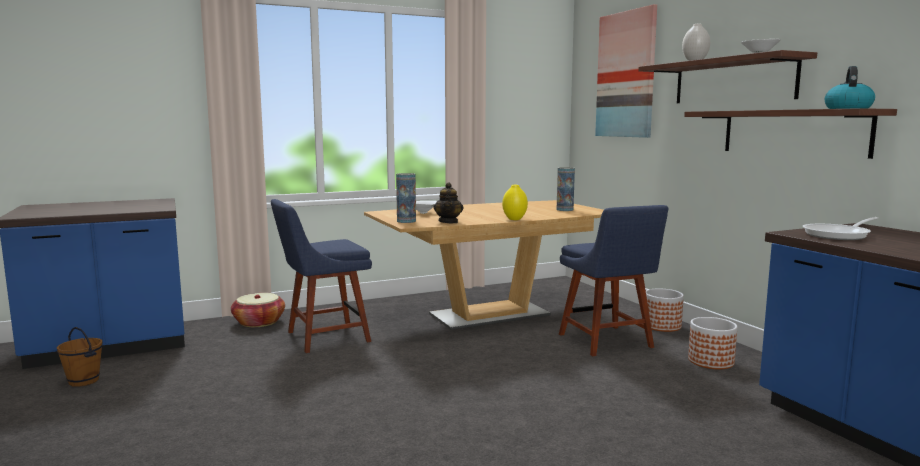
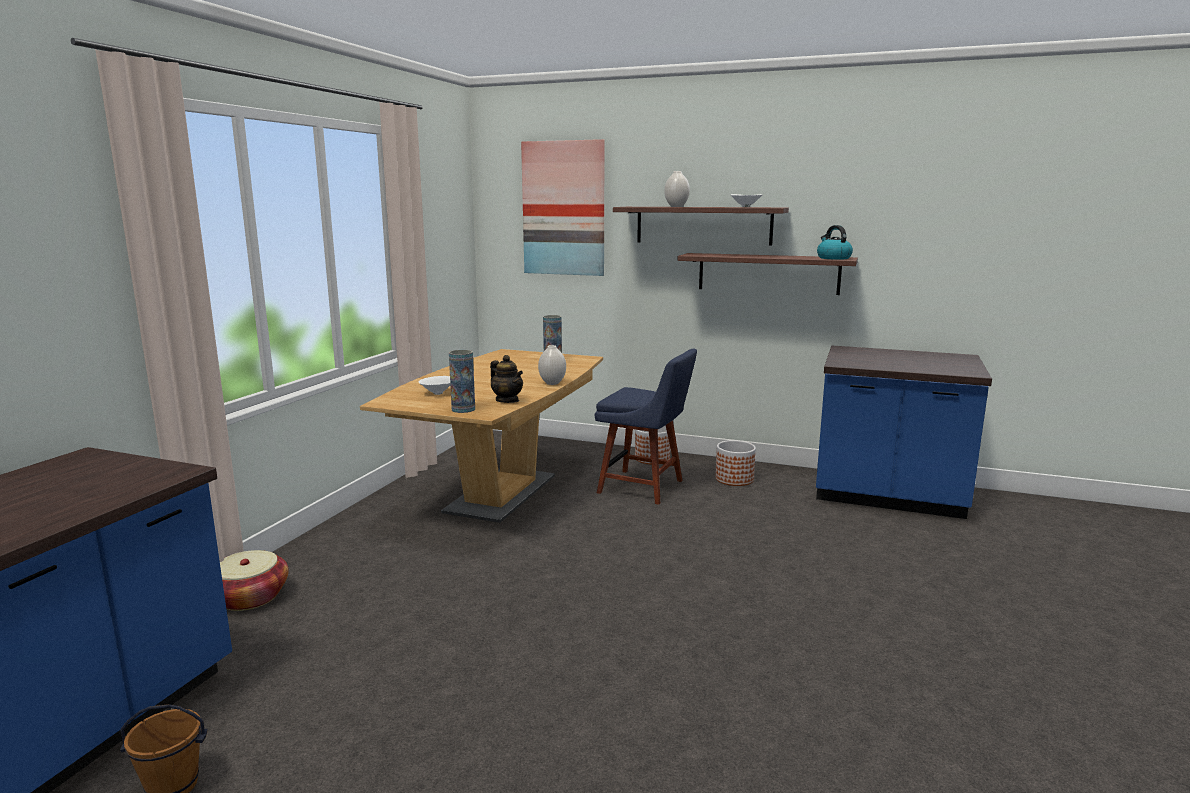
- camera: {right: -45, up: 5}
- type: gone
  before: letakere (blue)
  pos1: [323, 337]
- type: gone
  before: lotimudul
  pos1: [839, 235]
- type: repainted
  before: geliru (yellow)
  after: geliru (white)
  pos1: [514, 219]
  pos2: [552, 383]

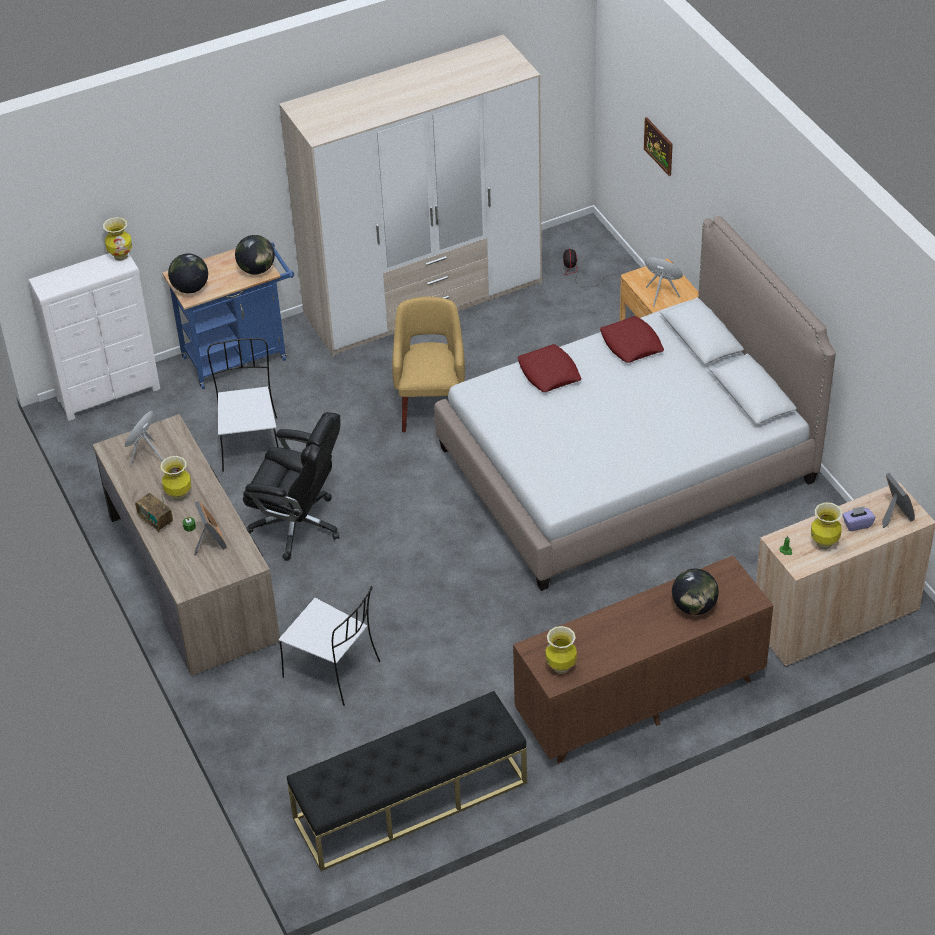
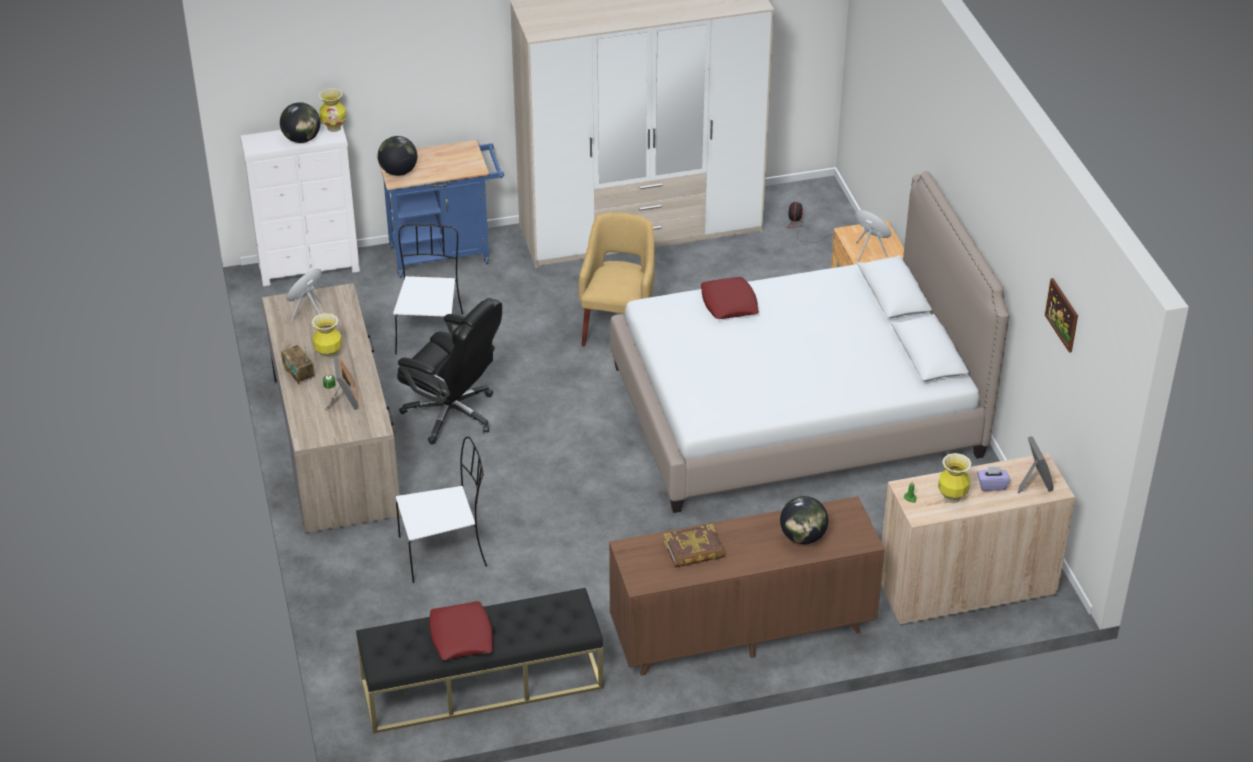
- camera: {right: 10, up: -5}
- type: gone
  before: geliru
  pos1: [561, 667]
- type: new
  after: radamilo
  pos2: [694, 550]
- type: shifted
  before: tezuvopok
  pos1: [256, 270]
  pos2: [302, 139]
- type: shifted
  before: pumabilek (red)
  pos1: [631, 344]
  pos2: [461, 636]
- type: shifted
  before: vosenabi
  pos1: [658, 146]
  pos2: [1062, 315]
- type: rotated
  before: letakere (white)
  pos1: [334, 670]
  pos2: [445, 551]
  turn: -60

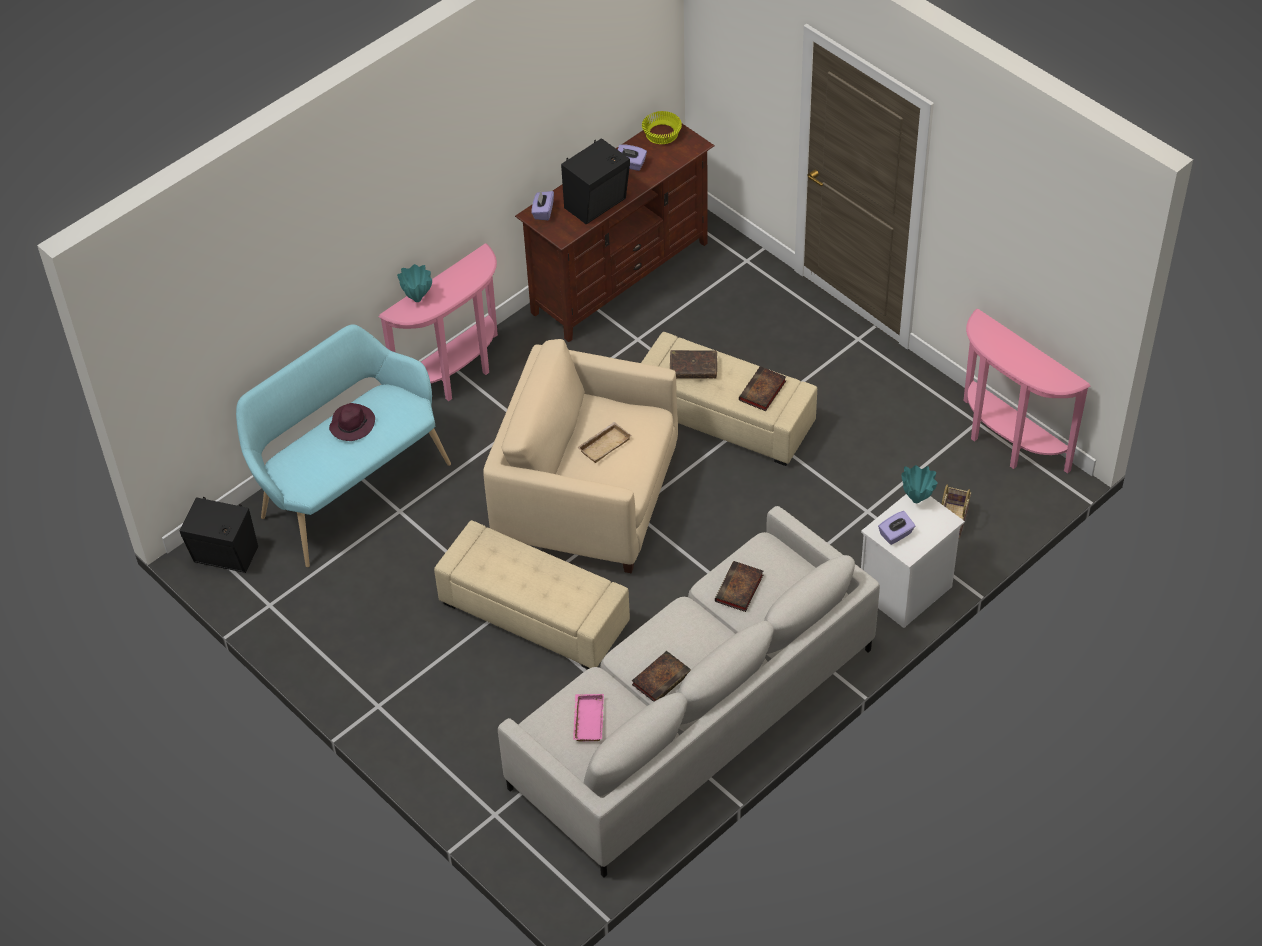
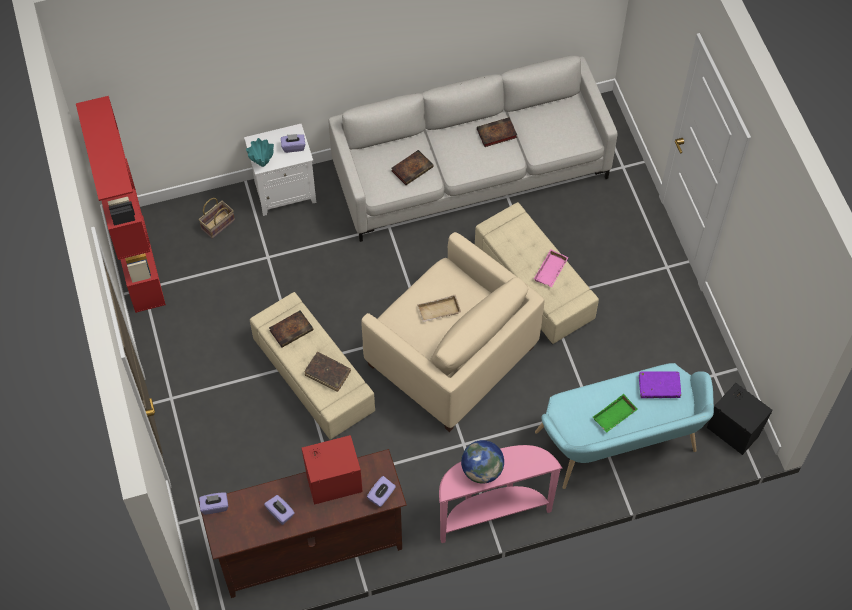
- camera: {right: -155, up: 10}
- type: gone
  before: geliru (turquoise)
  pos1: [418, 298]
- type: gone
  before: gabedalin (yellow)
  pos1: [661, 134]
- type: new
  after: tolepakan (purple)
  pos2: [215, 506]
- type: new
  after: tezuvopok
  pos2: [482, 470]
- type: new
  after: radamilo (purple)
  pos2: [659, 387]
- type: shifted
  before: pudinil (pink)
  pos1: [587, 720]
  pos2: [551, 271]
- type: swapped
  before: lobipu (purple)
  after: pudinil (green)
  pos1: [352, 424]
  pos2: [614, 416]
- type: swapped
  before: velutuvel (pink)
  after: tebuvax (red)
  pos1: [1006, 443]
  pos2: [138, 263]
- type: repainted
  before: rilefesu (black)
  after: rilefesu (red)
  pos1: [598, 204]
  pos2: [333, 482]

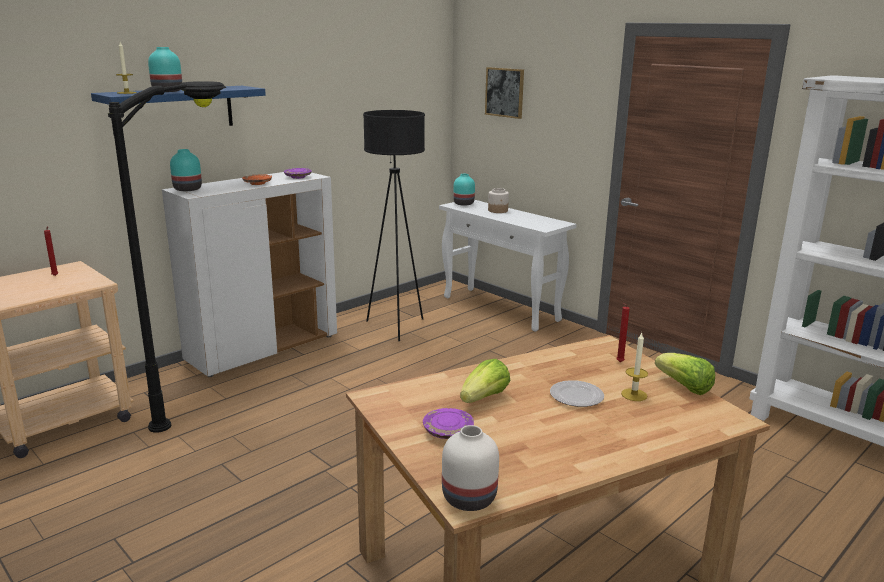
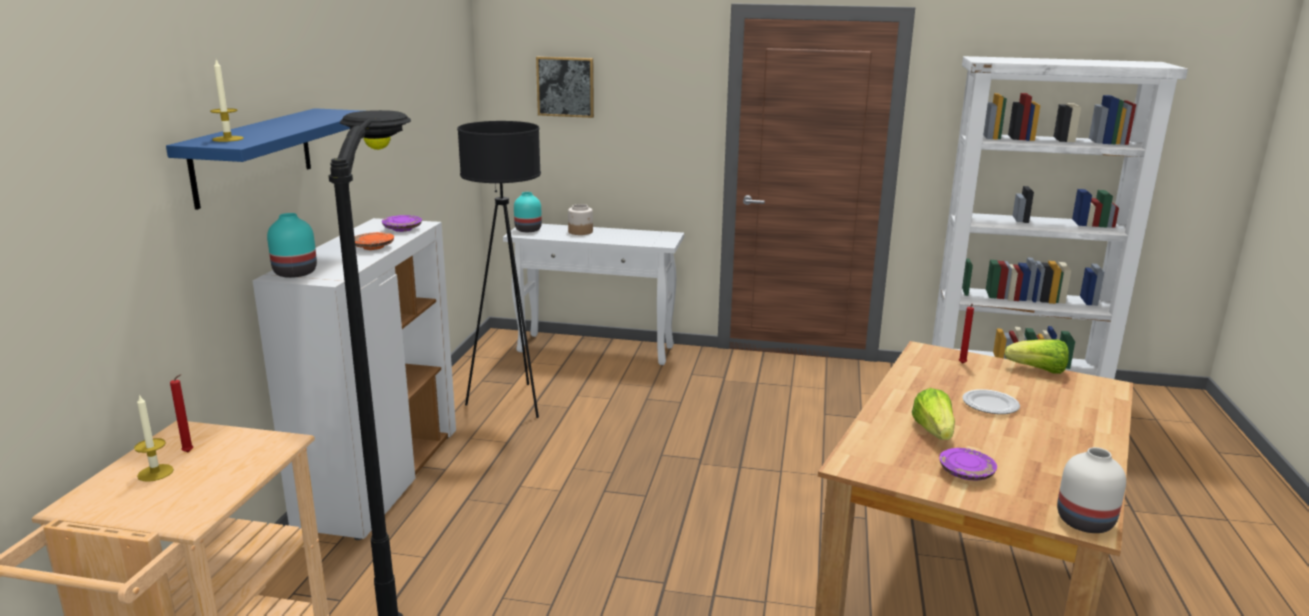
- camera: {right: -35, up: 0}
- type: gone
  before: geliru (turquoise)
  pos1: [168, 91]
- type: shifted
  before: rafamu
  pos1: [634, 395]
  pos2: [155, 473]

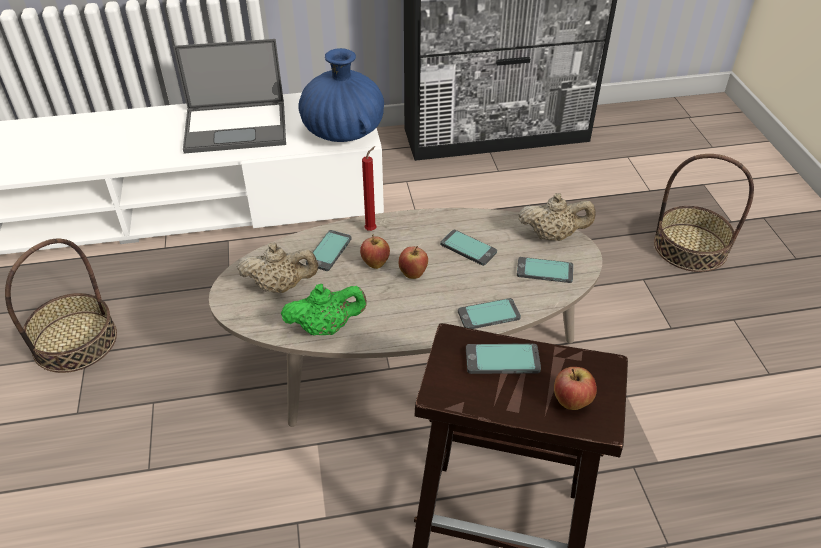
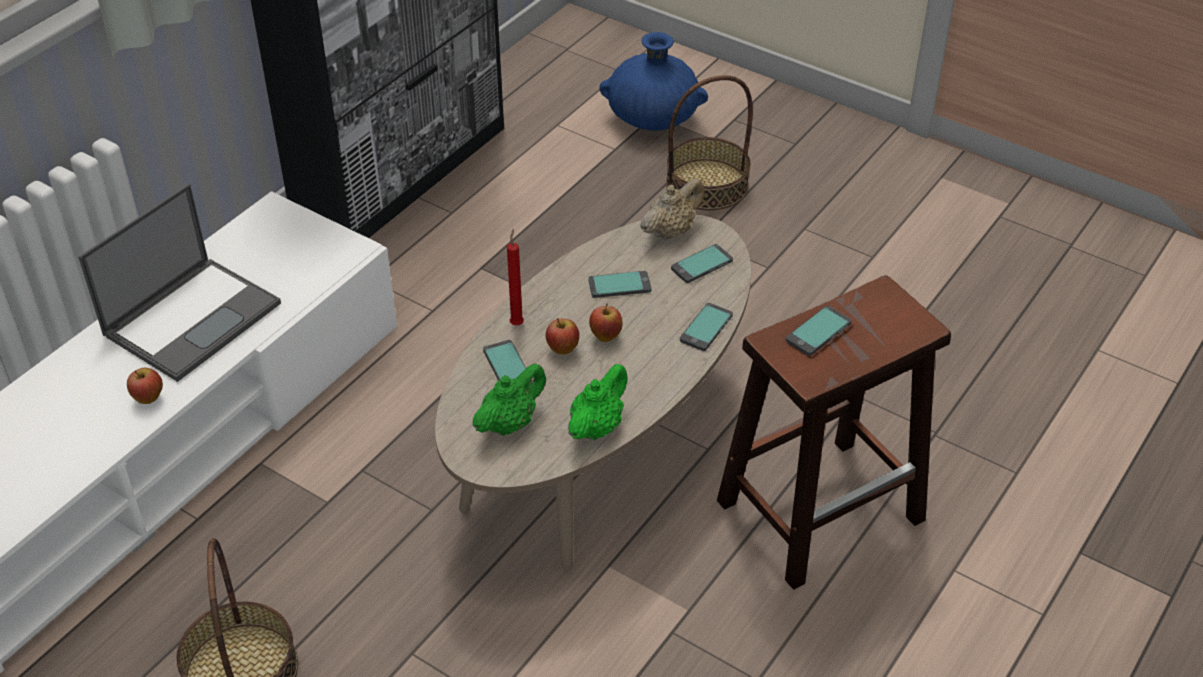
- camera: {right: -45, up: 0}
- type: shifted
  before: geliru (blue)
  pos1: [343, 131]
  pos2: [653, 118]
- type: shifted
  before: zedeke
  pos1: [571, 402]
  pos2: [148, 399]
- type: repainted
  before: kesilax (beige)
  after: kesilax (green)
  pos1: [281, 286]
  pos2: [510, 423]

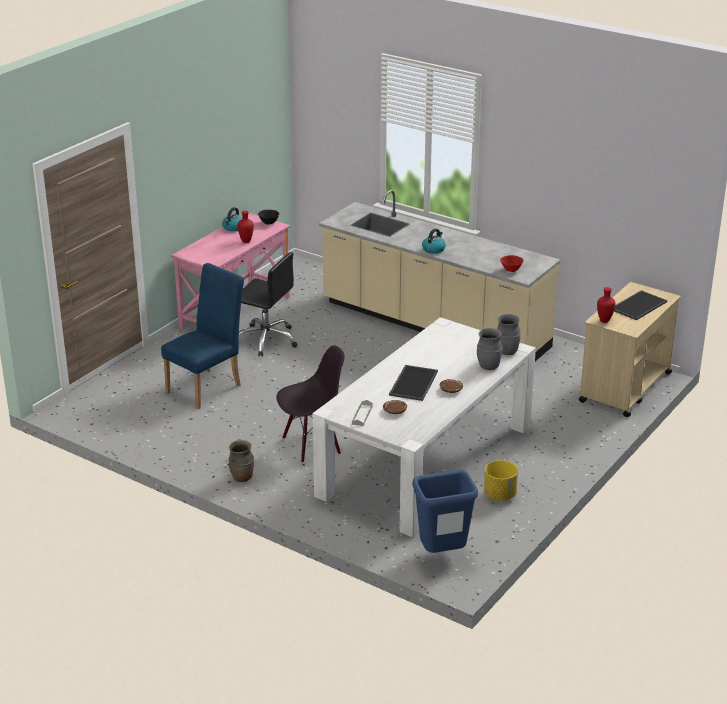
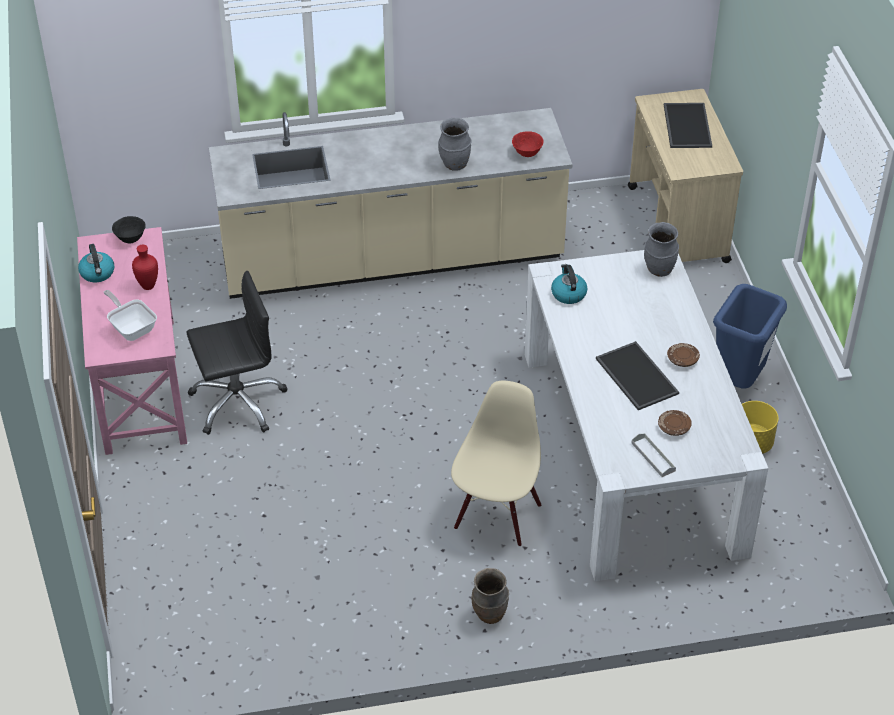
- camera: {right: -45, up: 15}
- type: gone
  before: letakere (blue)
  pos1: [208, 386]
- type: gone
  before: geliru (red)
  pos1: [604, 320]
- type: new
  after: lotimudul
  pos2: [131, 328]
- type: shifted
  before: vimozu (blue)
  pos1: [442, 554]
  pos2: [738, 383]
- type: shifted
  before: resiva
  pos1: [433, 249]
  pos2: [568, 293]
- type: shifted
  before: geliru (grey)
  pos1: [488, 366]
  pos2: [455, 164]
- type: repainted
  before: letakere (black)
  after: letakere (beige)
  pos1: [311, 445]
  pos2: [496, 515]

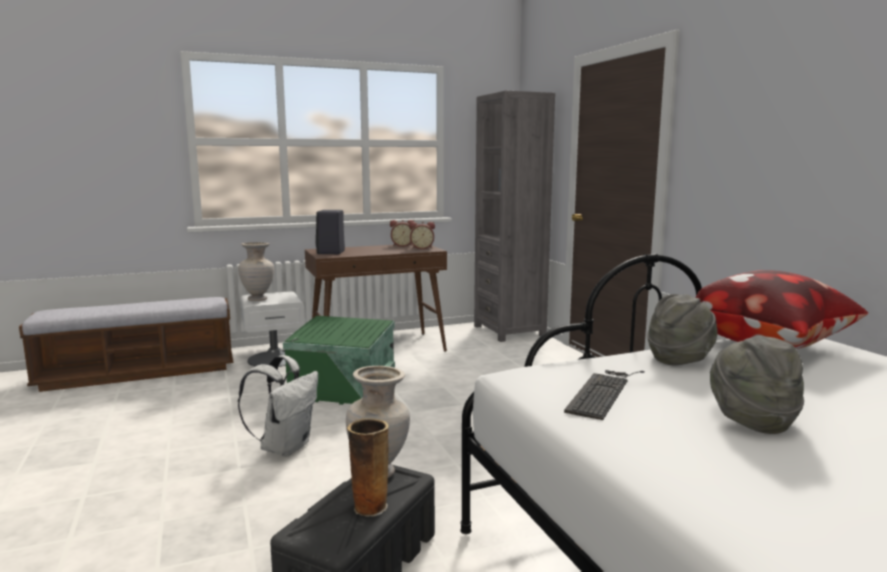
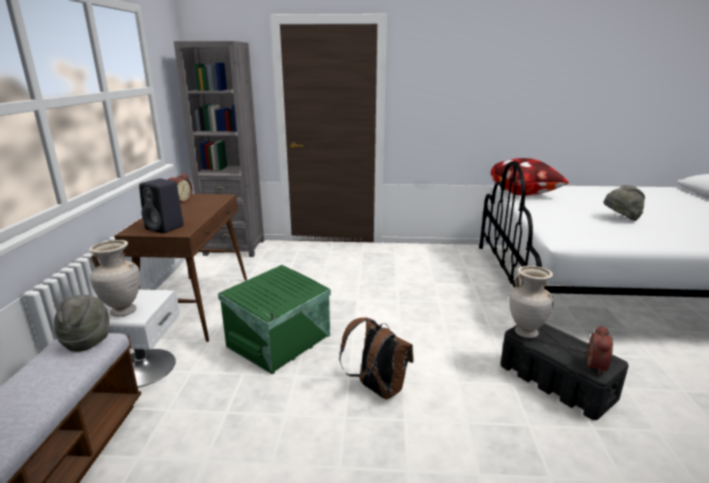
- camera: {right: -65, up: 10}
- type: gone
  before: geliru
  pos1: [369, 506]
- type: gone
  before: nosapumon
  pos1: [603, 392]
- type: shifted
  before: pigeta
  pos1: [422, 248]
  pos2: [593, 365]
- type: shifted
  before: lobipu (grey)
  pos1: [680, 359]
  pos2: [87, 340]
- type: repainted
  before: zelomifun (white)
  after: zelomifun (brown)
  pos1: [285, 447]
  pos2: [377, 389]

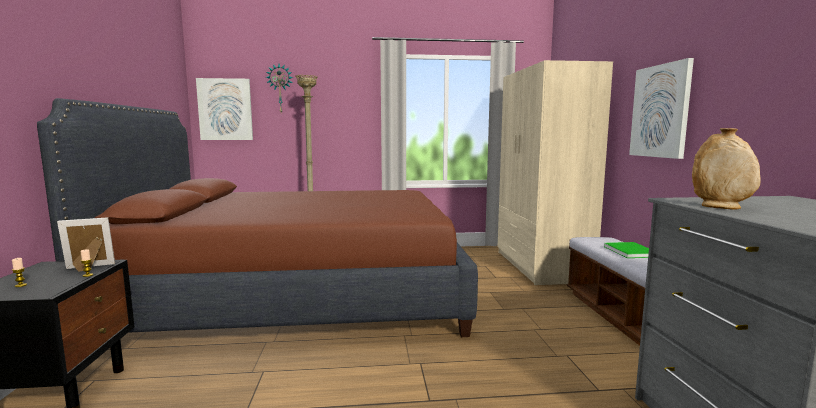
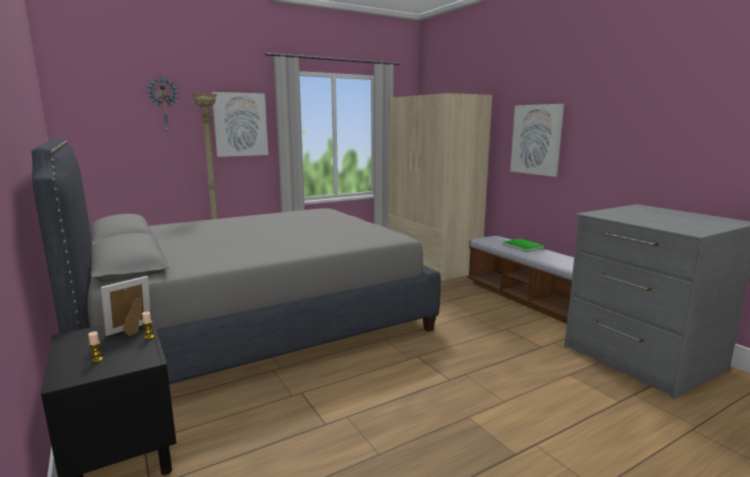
- camera: {right: -25, up: 5}
- type: gone
  before: geliru (beige)
  pos1: [720, 207]
- type: shifted
  before: vosenabi
  pos1: [225, 109]
  pos2: [240, 124]
- type: repainted
  before: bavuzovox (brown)
  after: bavuzovox (grey)
  pos1: [300, 295]
  pos2: [254, 324]

